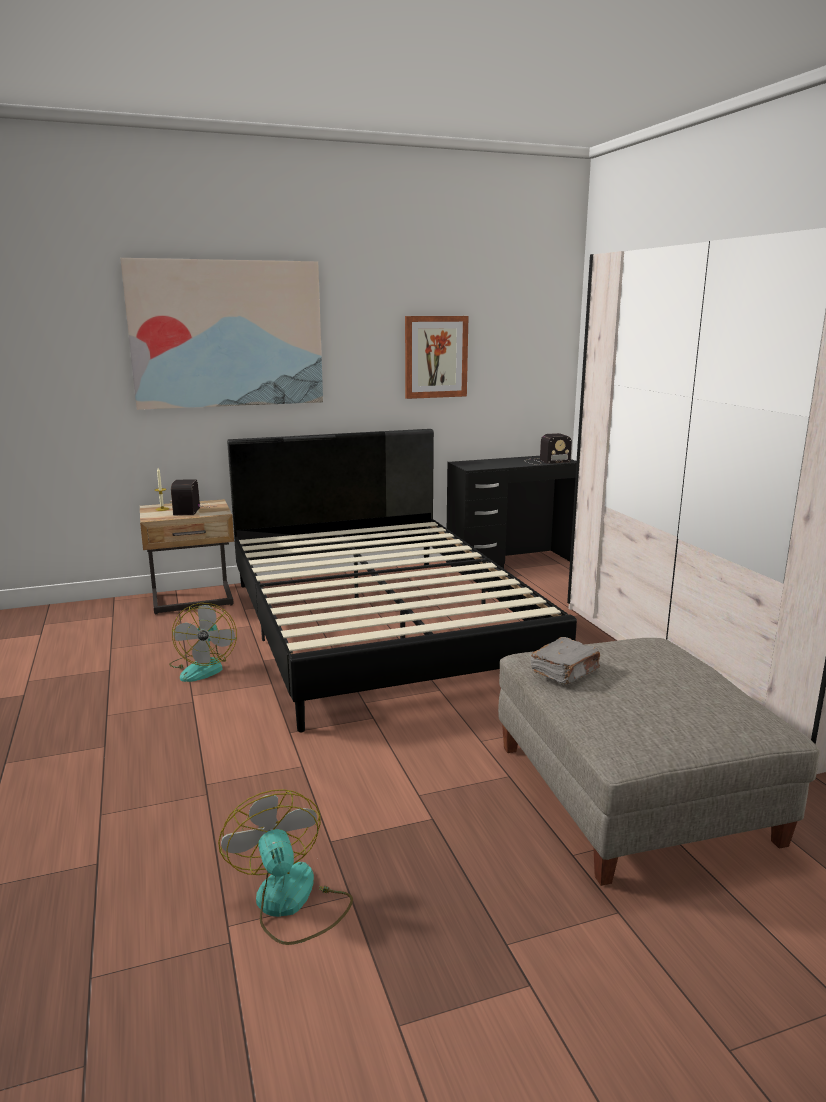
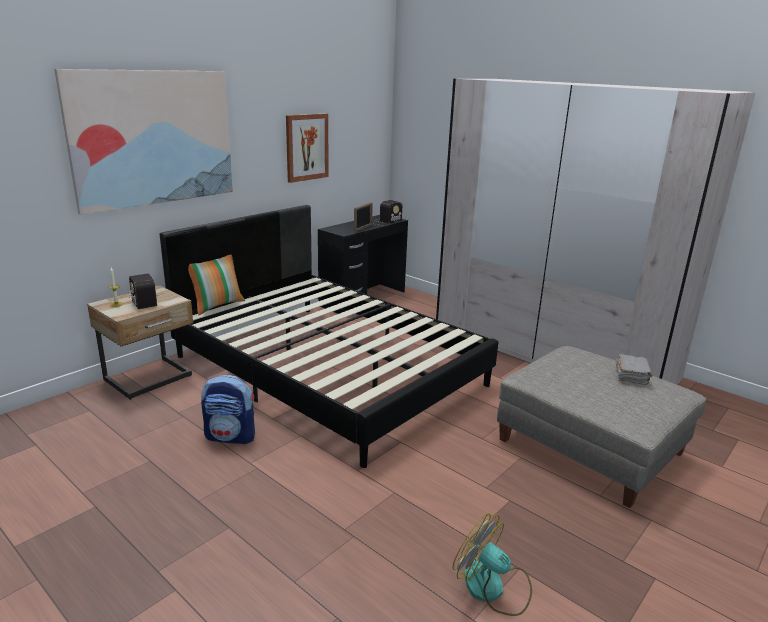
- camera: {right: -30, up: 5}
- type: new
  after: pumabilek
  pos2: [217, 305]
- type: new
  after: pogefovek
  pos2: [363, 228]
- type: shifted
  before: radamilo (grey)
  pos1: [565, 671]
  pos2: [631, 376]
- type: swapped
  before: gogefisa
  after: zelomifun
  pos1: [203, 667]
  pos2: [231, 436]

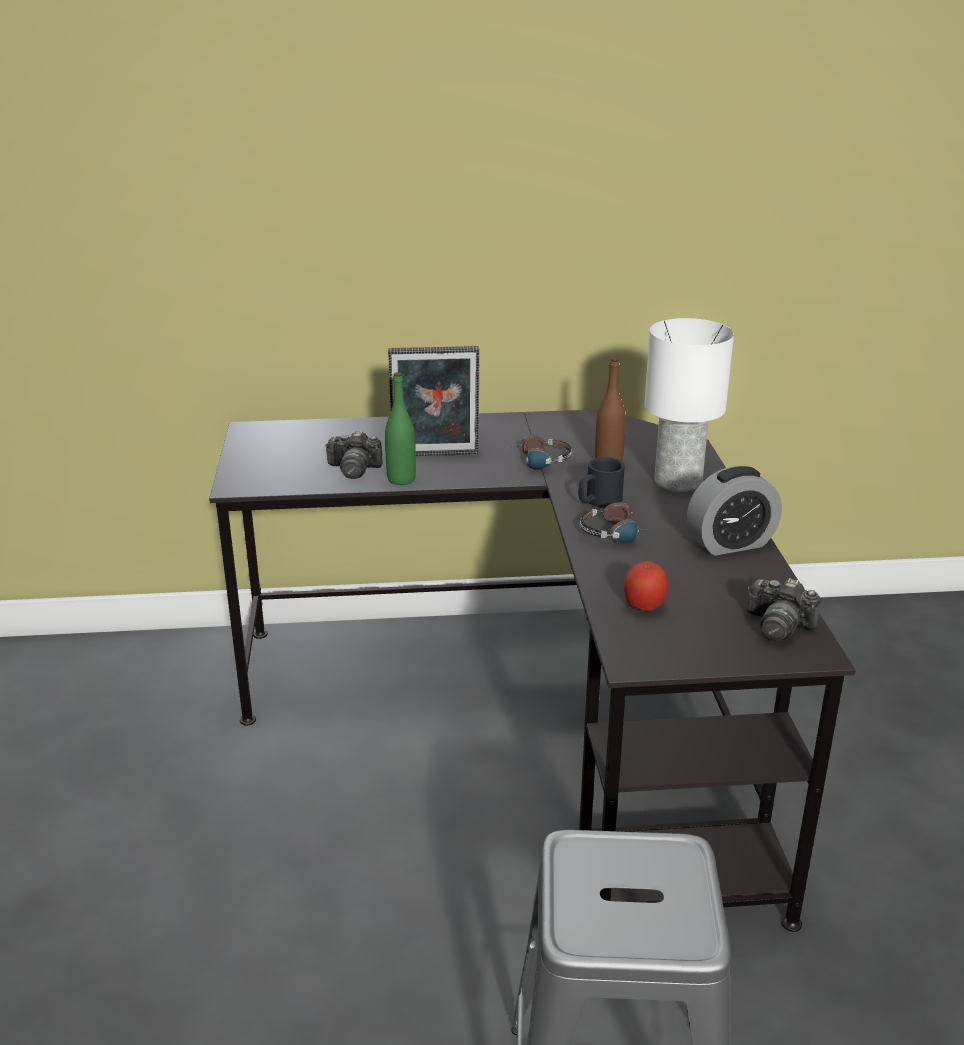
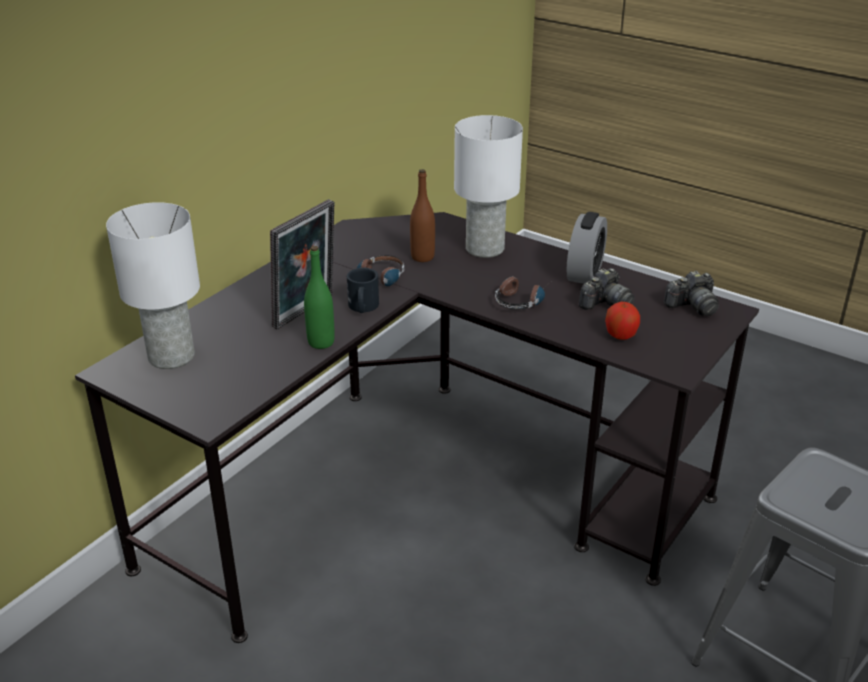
- camera: {right: -50, up: 5}
- type: new
  after: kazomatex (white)
  pos2: [171, 356]
- type: shifted
  before: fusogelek
  pos1: [354, 469]
  pos2: [605, 303]
- type: shifted
  before: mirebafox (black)
  pos1: [598, 502]
  pos2: [363, 308]

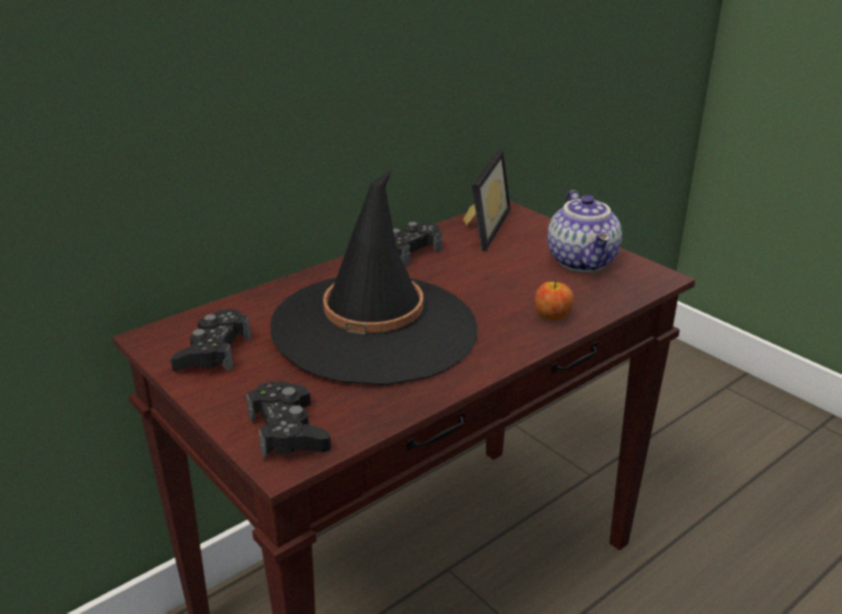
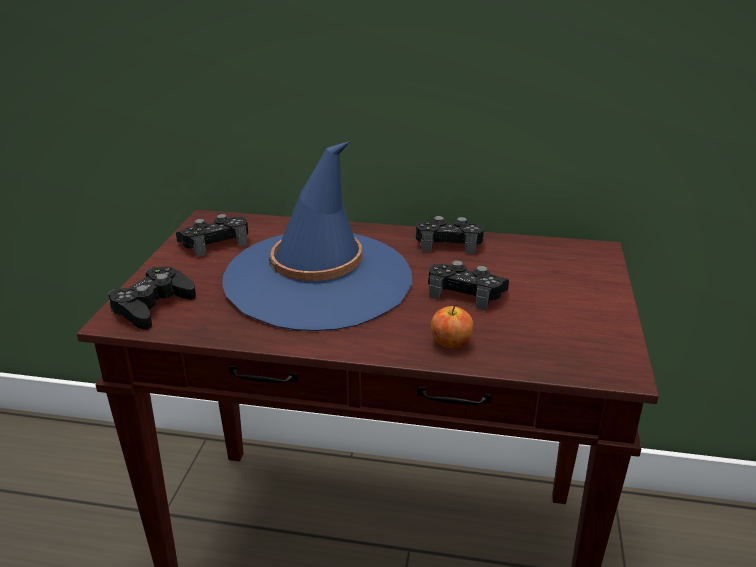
- camera: {right: 50, up: 0}
- type: gone
  before: pogefovek
  pos1: [480, 227]
- type: gone
  before: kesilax
  pos1: [583, 262]
- type: new
  after: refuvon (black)
  pos2: [466, 292]
- type: repainted
  before: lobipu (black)
  after: lobipu (blue)
  pos1: [375, 328]
  pos2: [318, 279]

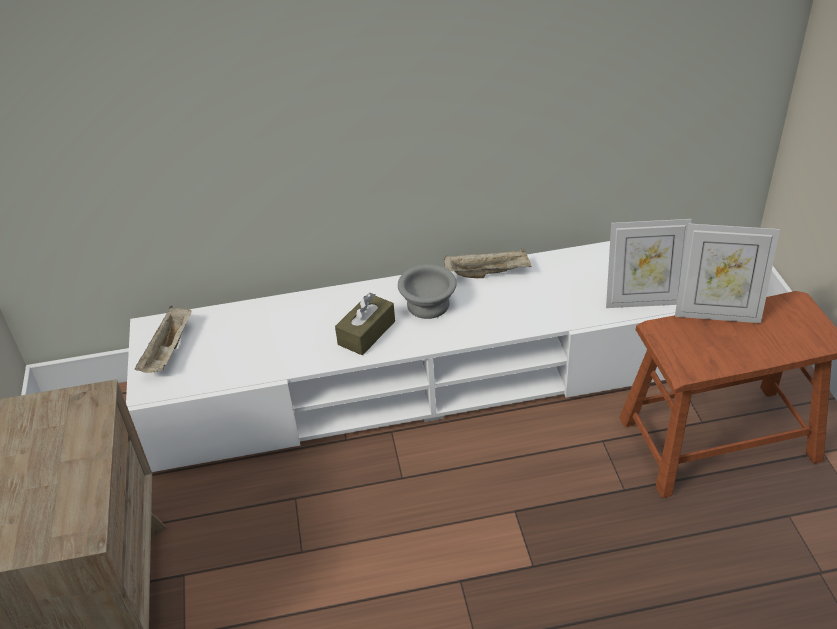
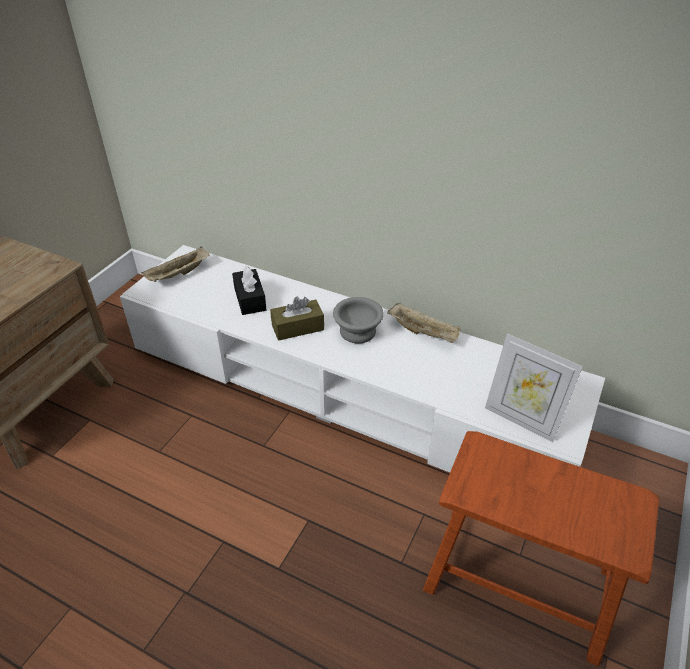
- camera: {right: 35, up: 0}
- type: gone
  before: pogefovek
  pos1: [717, 314]
- type: new
  after: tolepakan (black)
  pos2: [250, 299]

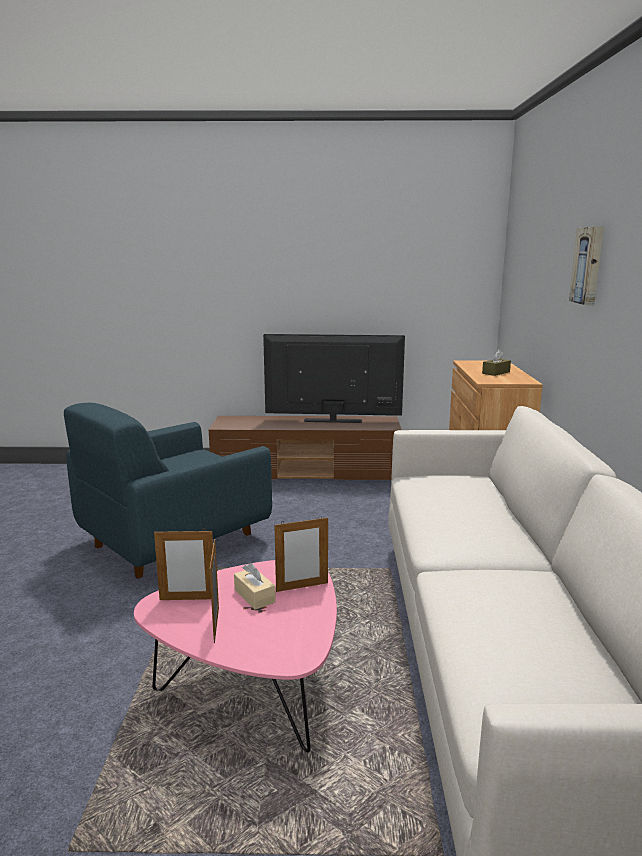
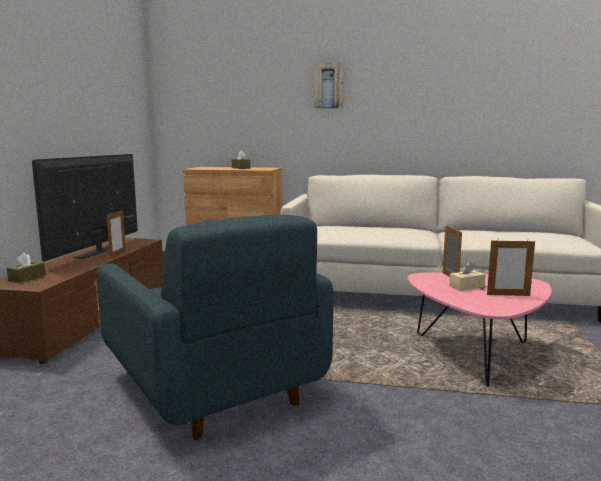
- camera: {right: -80, up: -5}
- type: new
  after: tolepakan (brown)
  pos2: [27, 278]
- type: shifted
  before: pogefovek
  pos1: [187, 599]
  pos2: [118, 254]

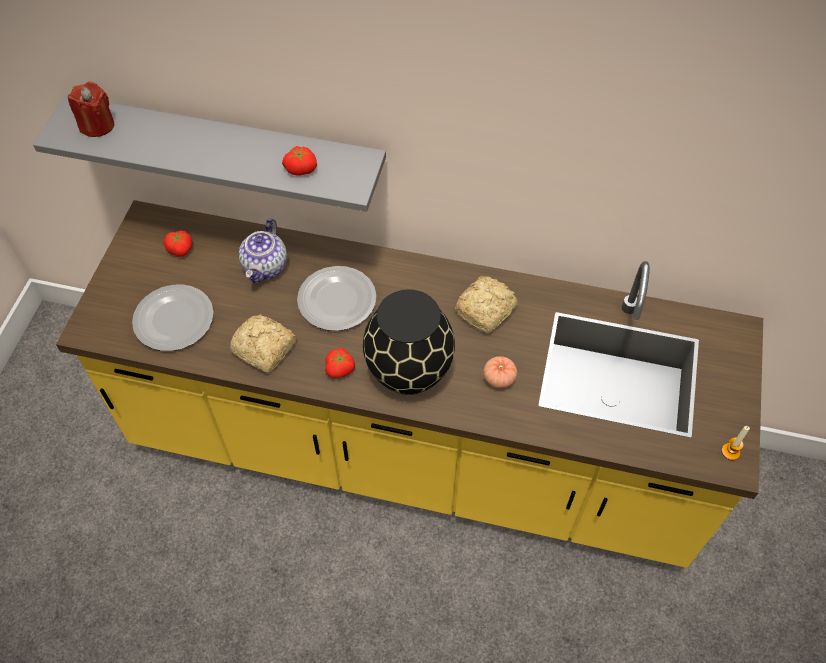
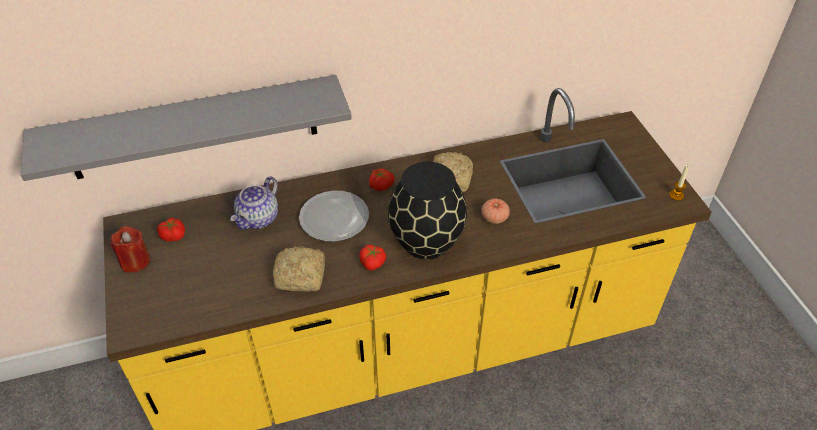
- camera: {right: -30, up: -10}
- type: gone
  before: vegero
  pos1: [174, 320]
- type: shifted
  before: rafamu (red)
  pos1: [97, 125]
  pos2: [135, 261]
- type: shifted
  before: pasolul
  pos1: [301, 168]
  pos2: [380, 185]
- type: rotated
  before: kesilax
  pos1: [266, 267]
  pos2: [258, 219]
  turn: 45

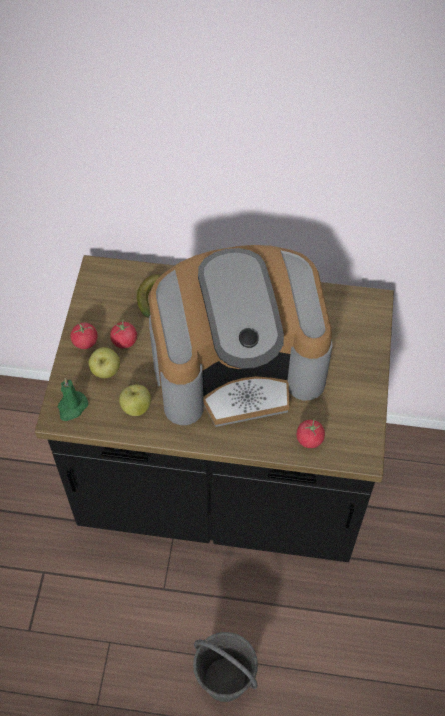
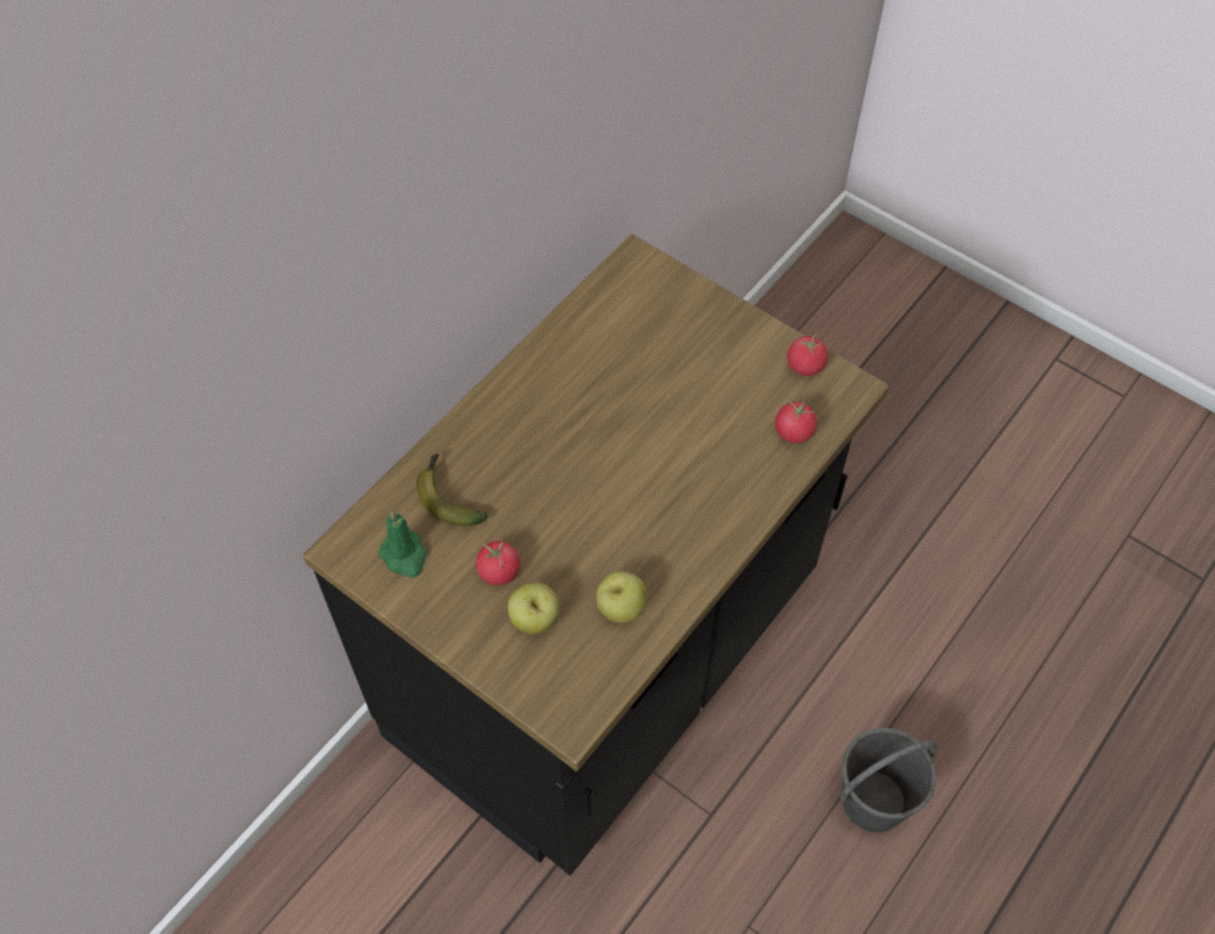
- camera: {right: -60, up: 0}
- type: gone
  before: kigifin
  pos1: [238, 366]
- type: shifted
  before: rafamu (green)
  pos1: [72, 407]
  pos2: [405, 556]
- type: shifted
  before: pasolul
  pos1: [85, 341]
  pos2: [805, 366]

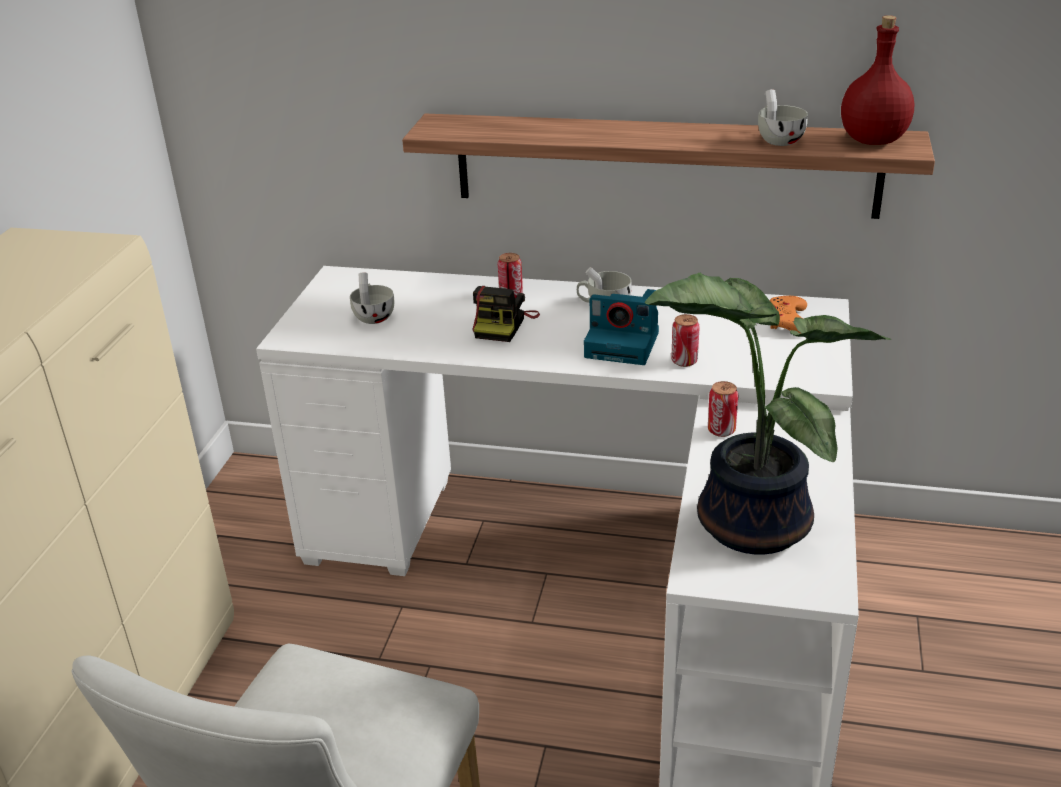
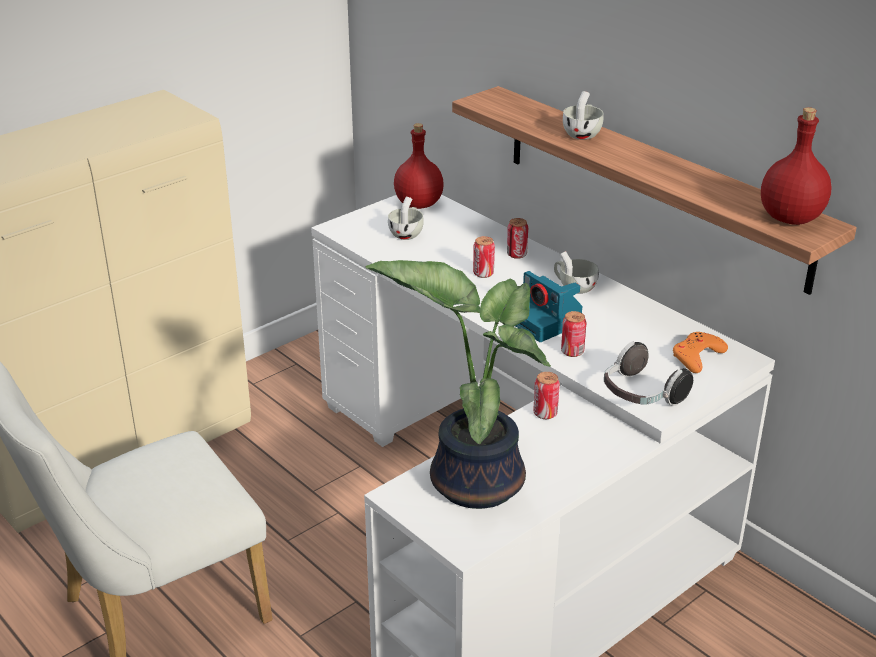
- camera: {right: 35, up: 0}
- type: new
  after: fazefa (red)
  pos2: [418, 205]
- type: new
  after: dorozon
  pos2: [641, 395]
- type: shifted
  before: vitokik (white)
  pos1: [778, 139]
  pos2: [583, 133]
- type: swapped
  before: fusogelek
  after: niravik
  pos1: [504, 325]
  pos2: [483, 273]

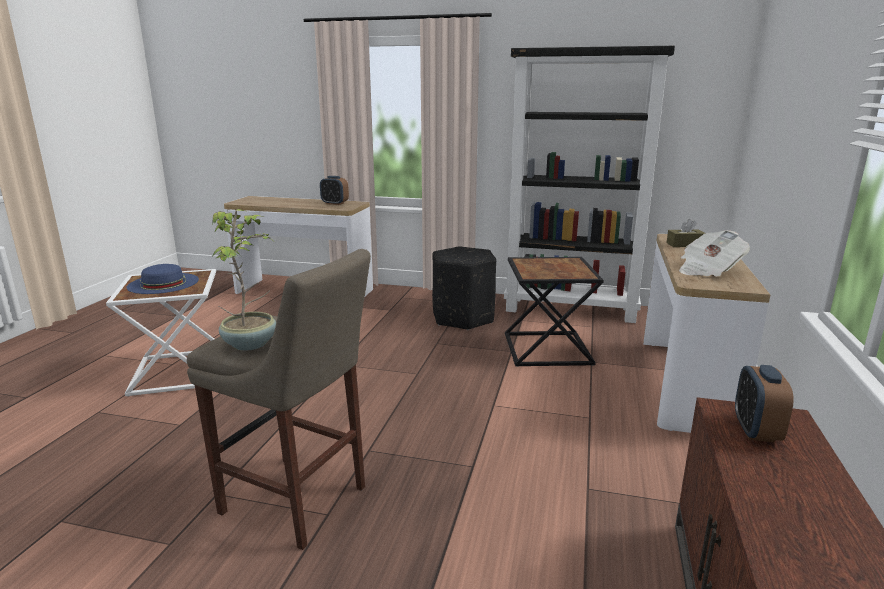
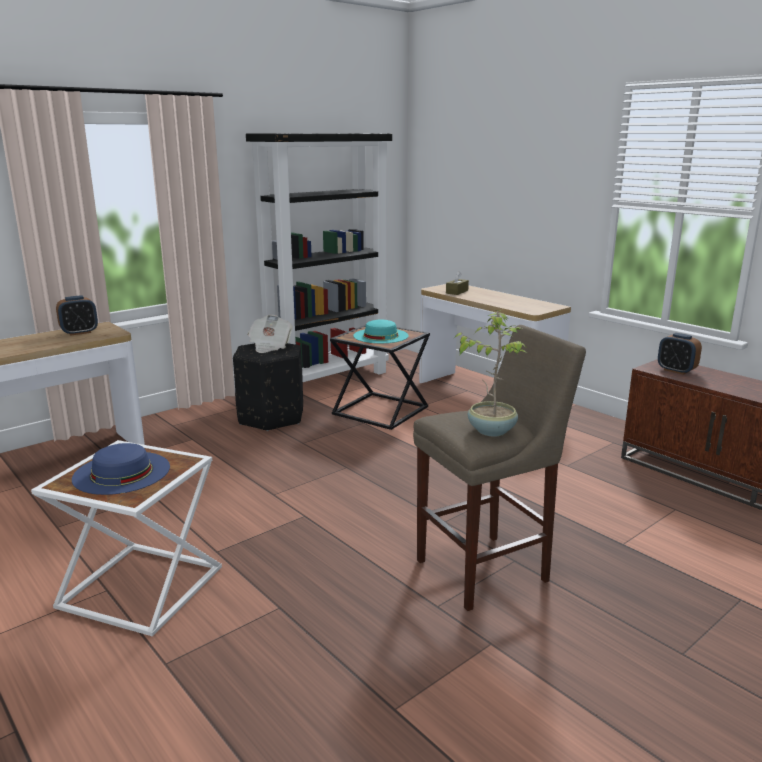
- camera: {right: -55, up: 0}
- type: new
  after: lobipu (turquoise)
  pos2: [381, 335]
- type: shifted
  before: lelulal
  pos1: [708, 270]
  pos2: [270, 346]

